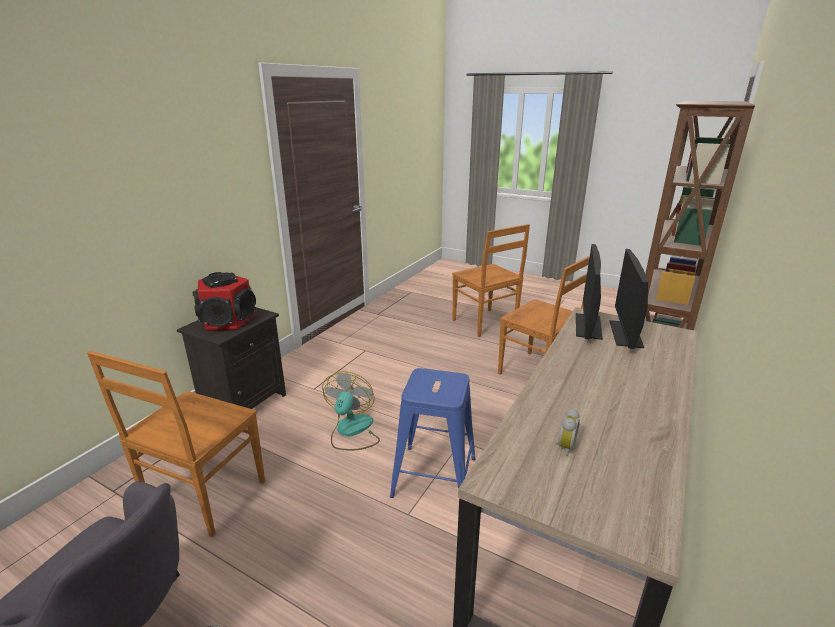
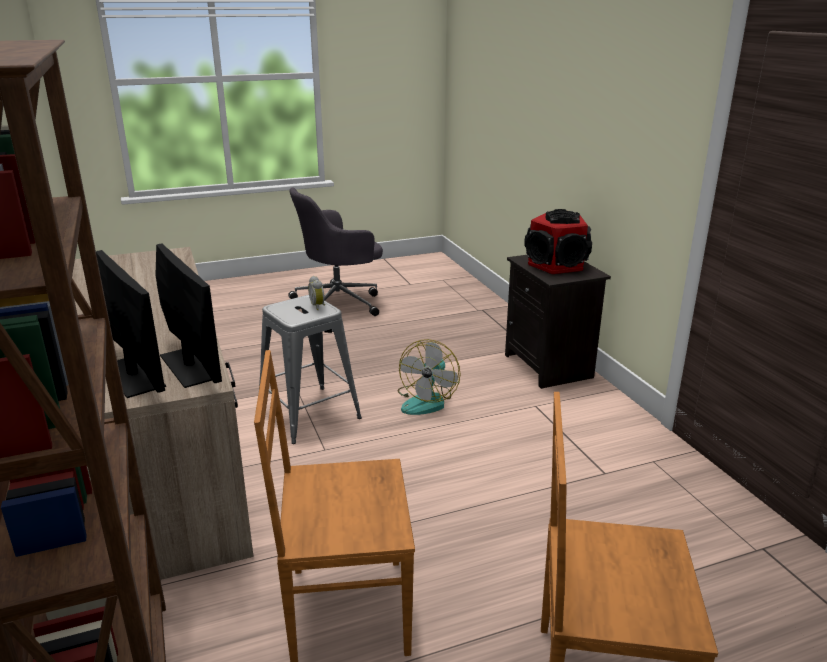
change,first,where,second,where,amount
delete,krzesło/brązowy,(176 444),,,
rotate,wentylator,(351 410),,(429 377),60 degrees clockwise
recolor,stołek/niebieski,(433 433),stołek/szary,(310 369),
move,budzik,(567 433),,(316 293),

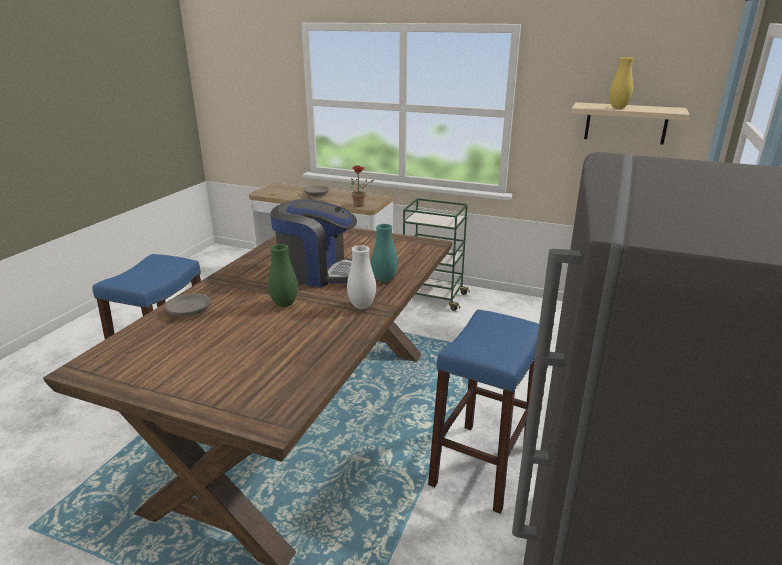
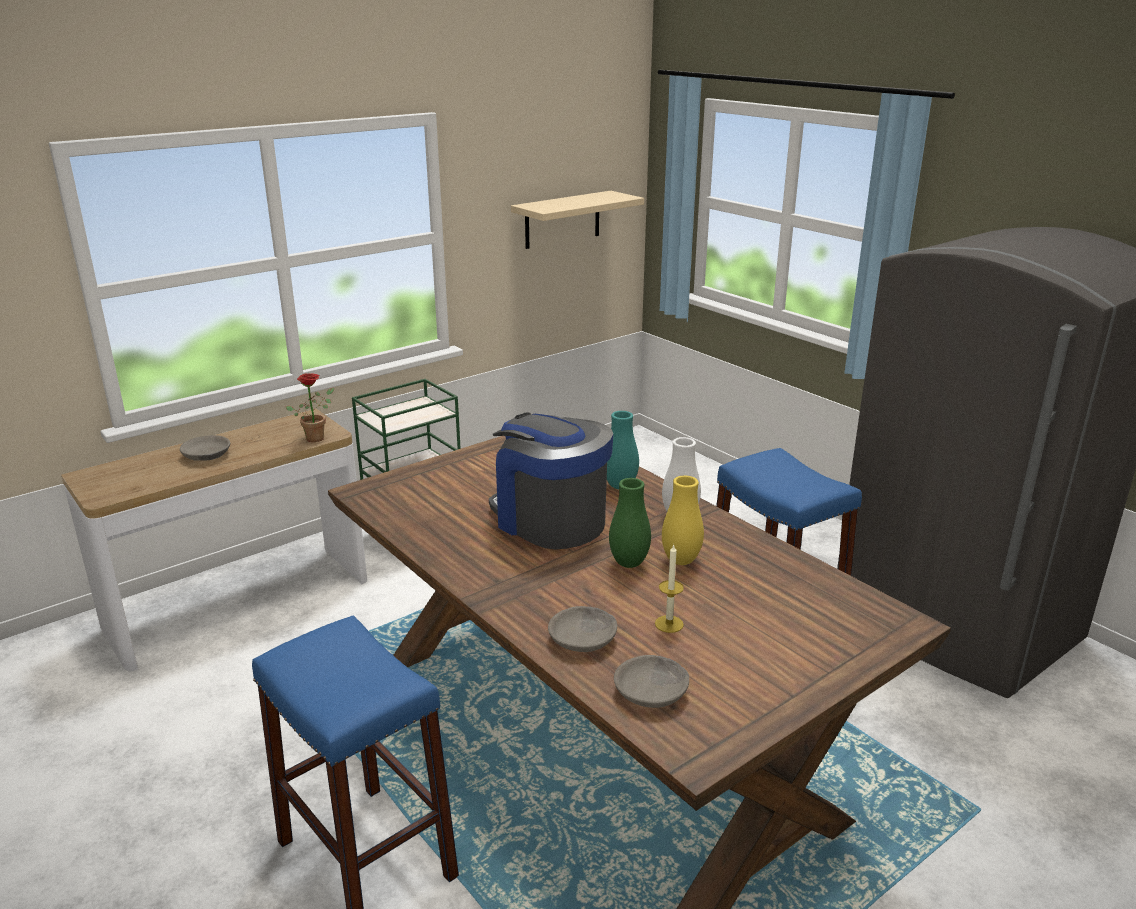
change,first,where,second,where,amount
rotate,ekspres do kawy,(313 243),,(551 481),90 degrees counterclockwise
move,wazon/żółty,(621 83),,(683 520),
insert,,,miska/szary,(651 681),
insert,,,świeca,(669 589),

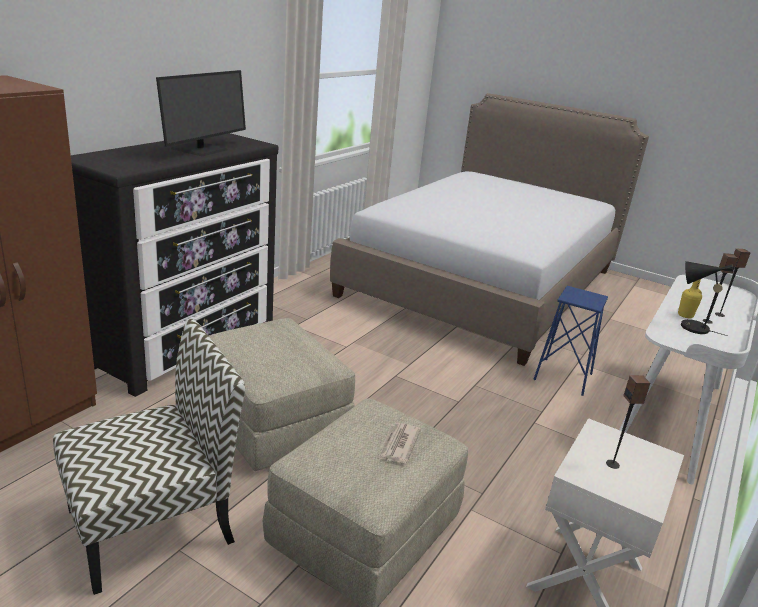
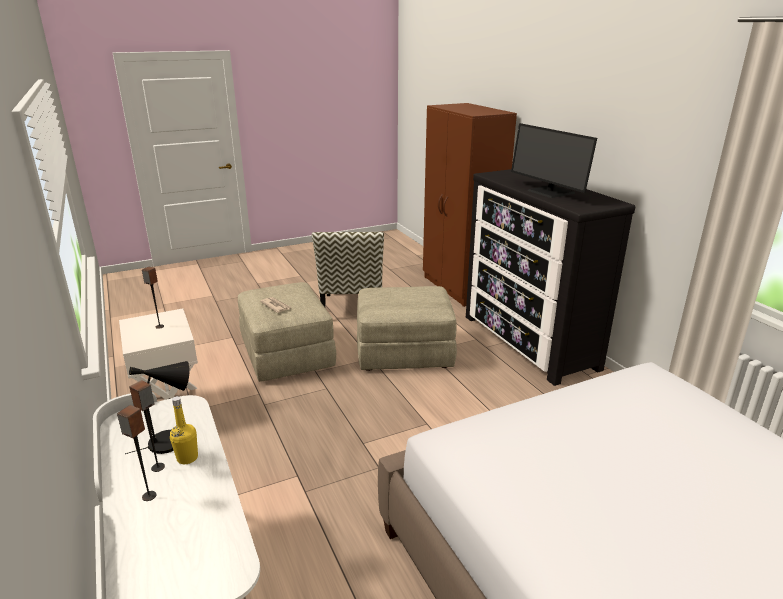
change,first,where,second,where,amount
delete,stołek/niebieski,(571 341),,,

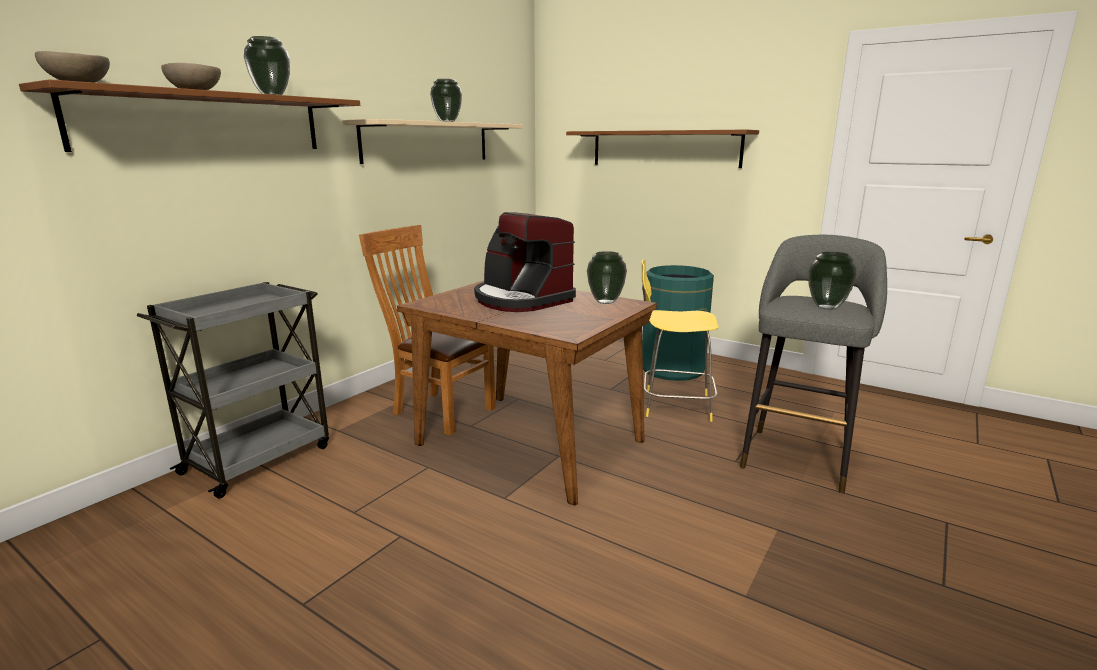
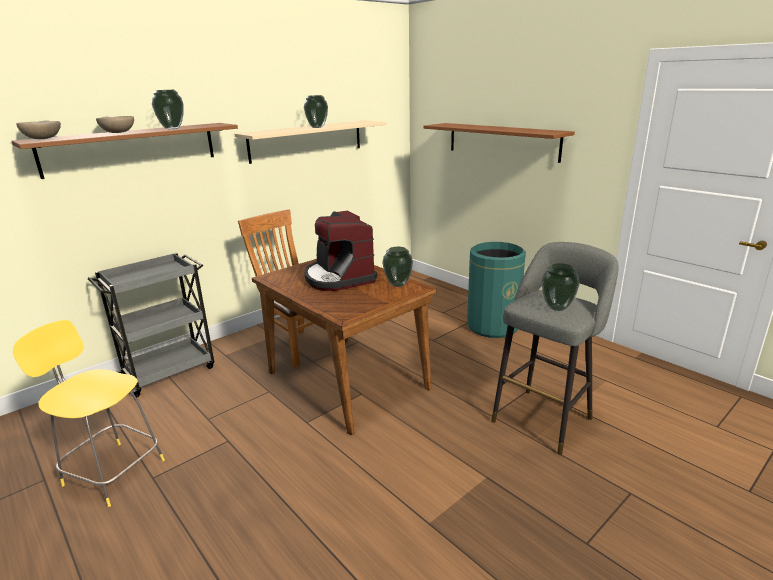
change,first,where,second,where,amount
move,stołek/żółty,(680 340),,(89 413),

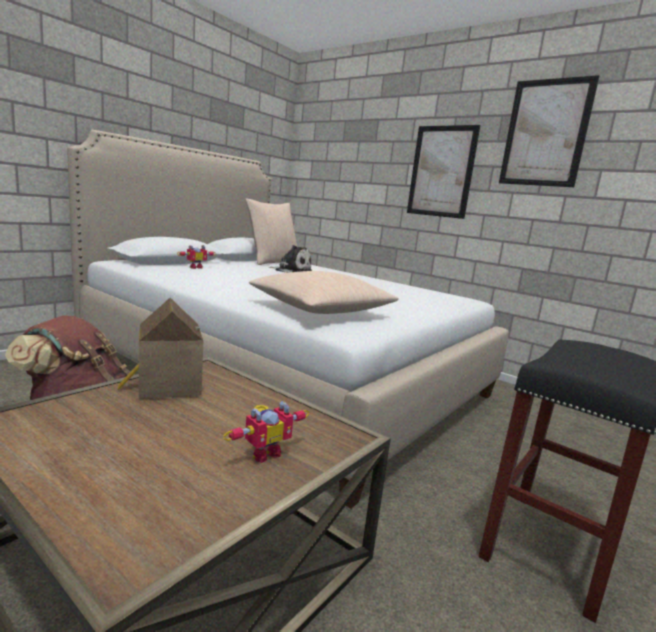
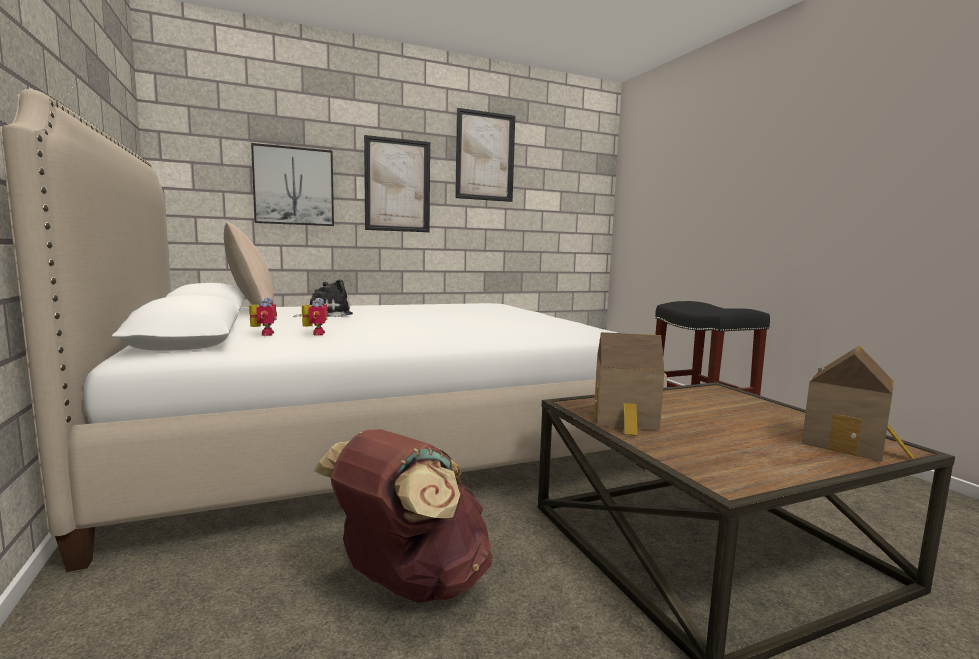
change,first,where,second,where,amount
move,robot zabawkowy,(266 432),,(315 317),
delete,poduszka/beżowy,(324 292),,,
insert,,,obraz,(292 184),
insert,,,domek,(857 403),

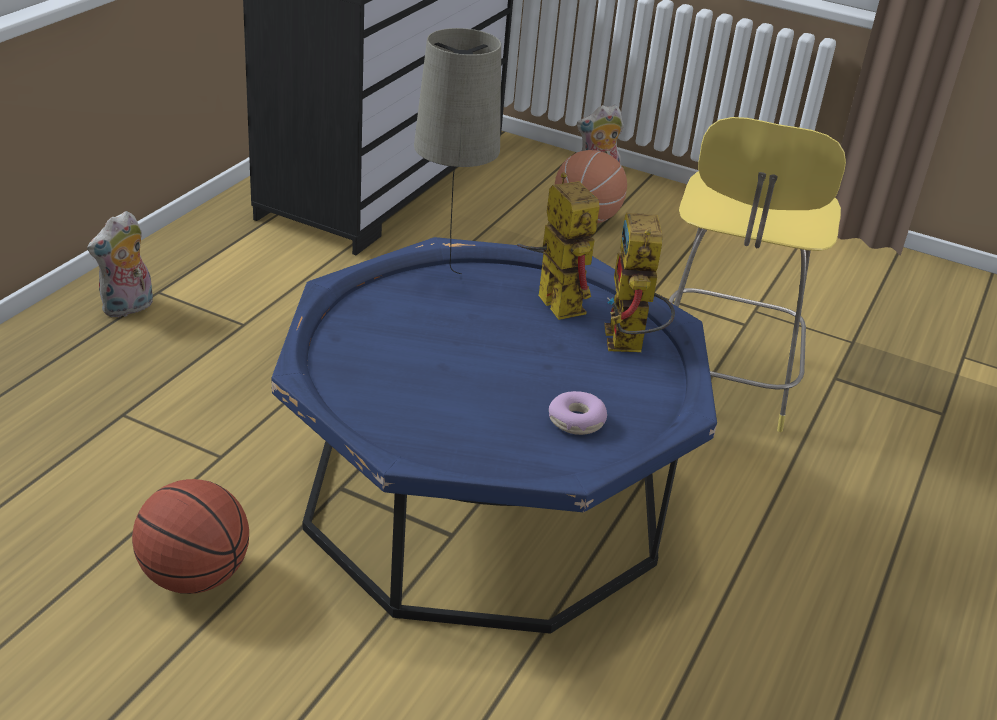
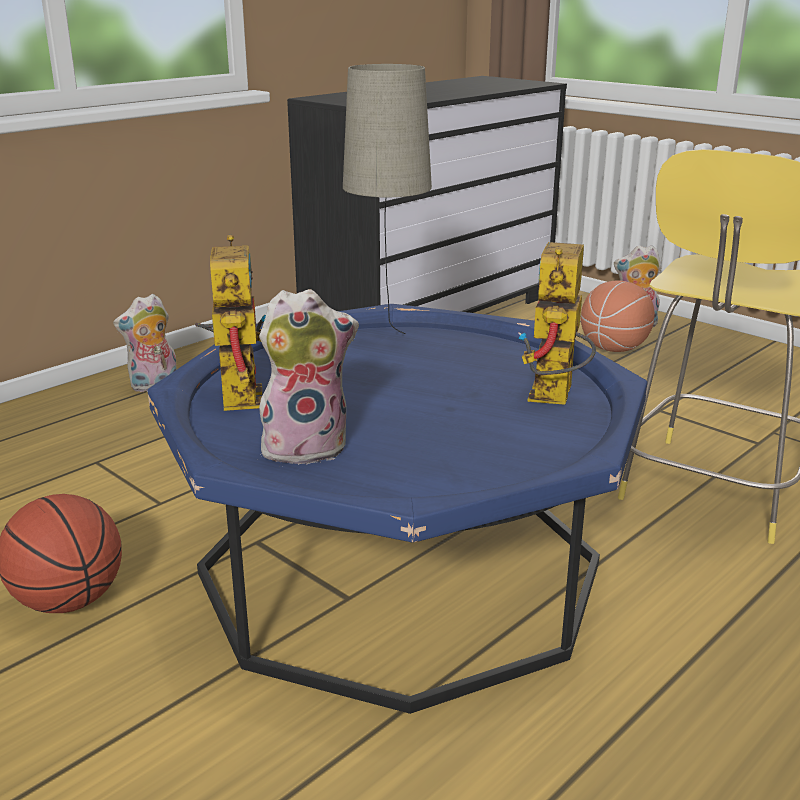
change,first,where,second,where,amount
move,robot zabawkowy,(558 246),,(230 323),
delete,donut,(578 413),,,
insert,,,pluszak,(309 377),

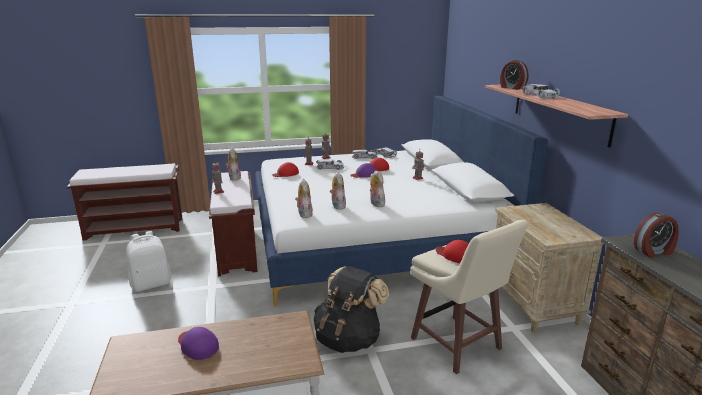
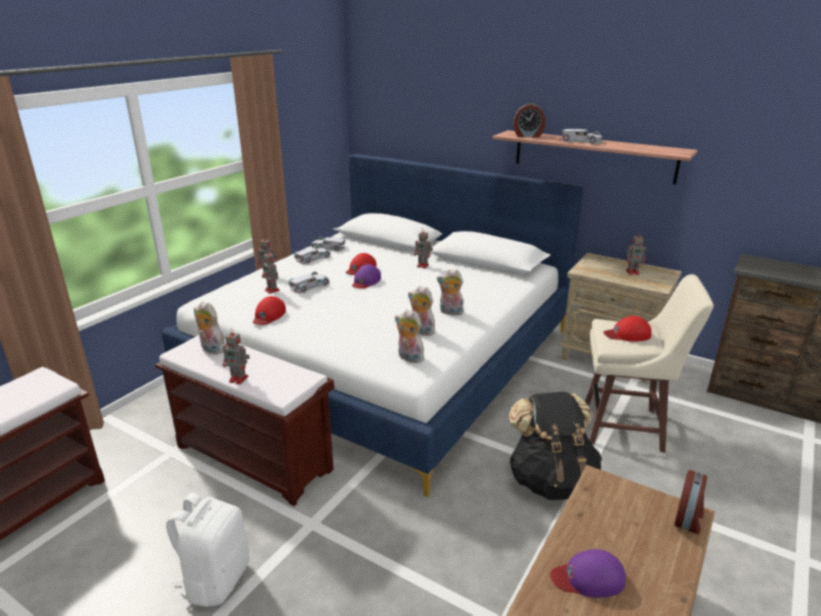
change,first,where,second,where,amount
move,budzik,(656 235),,(690 502),
insert,,,robot zabawkowy,(636 253),

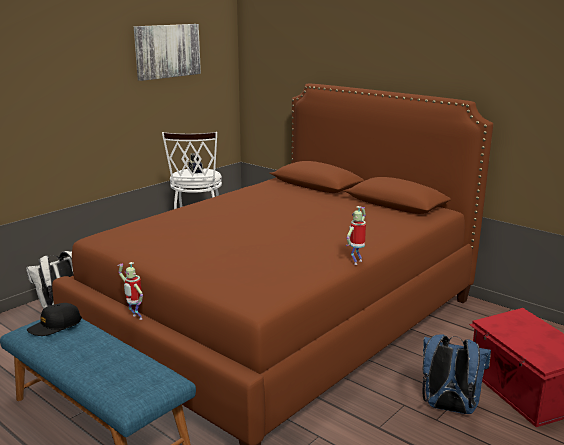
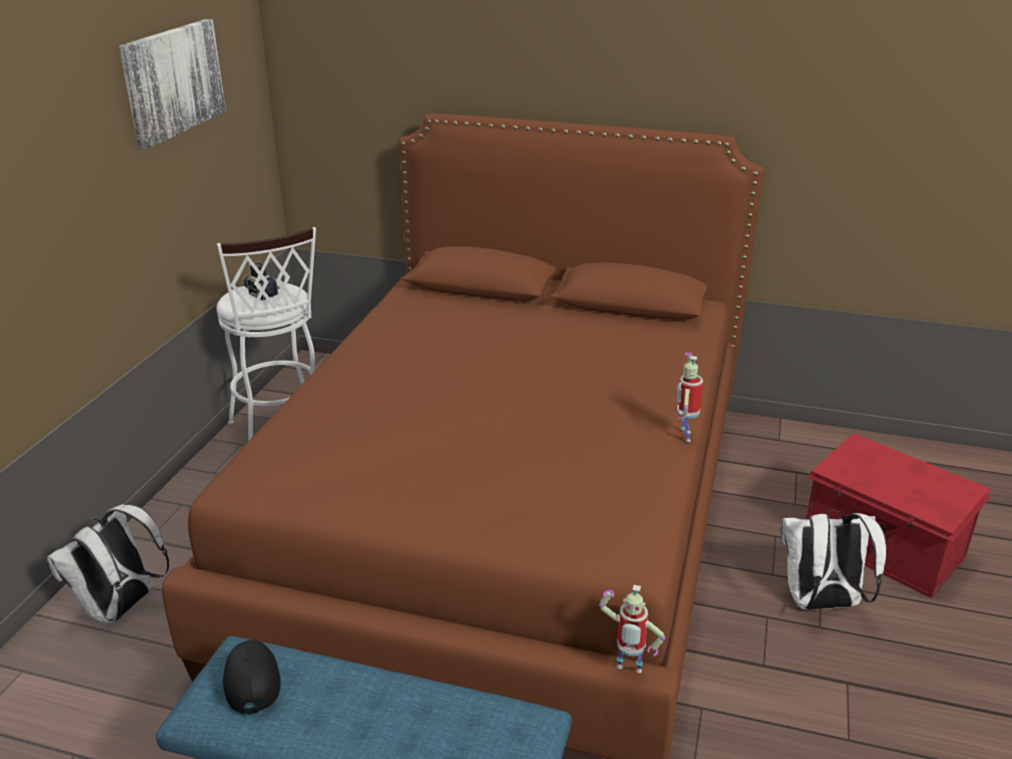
change,first,where,second,where,amount
rotate,czapka z daszkiem/czarny,(54 319),,(252 677),135 degrees clockwise
move,robot zabawkowy,(130 291),,(632 629),
recolor,plecak/niebieski,(456 374),plecak/biały,(834 560),

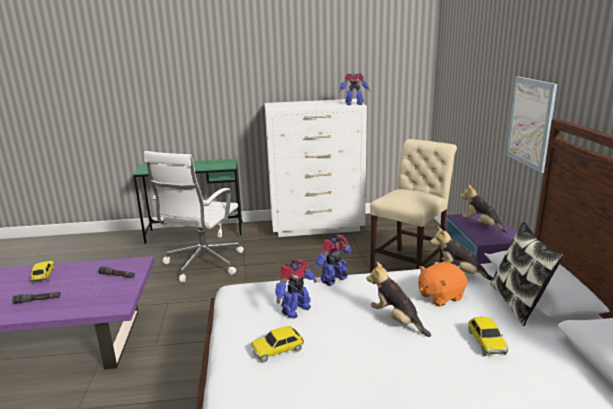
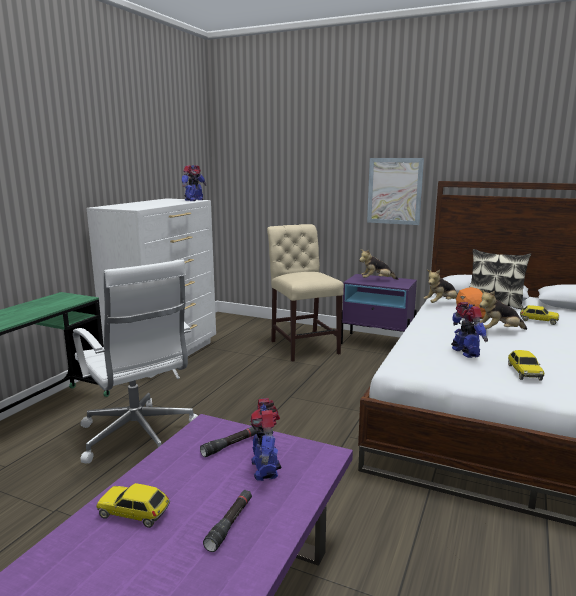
change,first,where,second,where,amount
move,robot zabawkowy,(332 260),,(265 439),

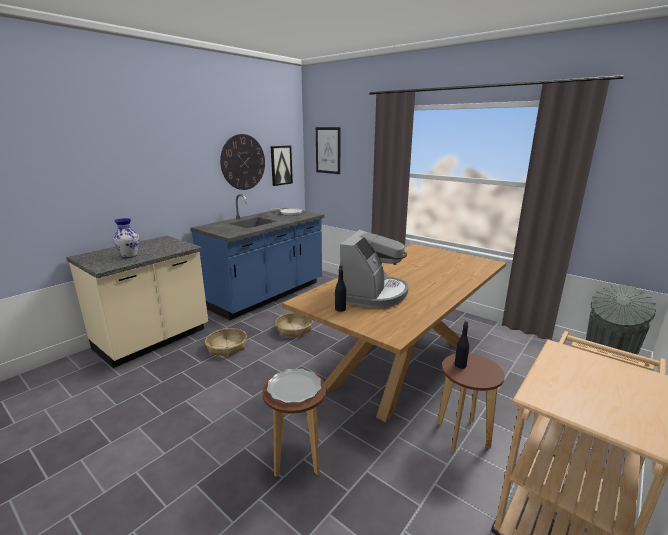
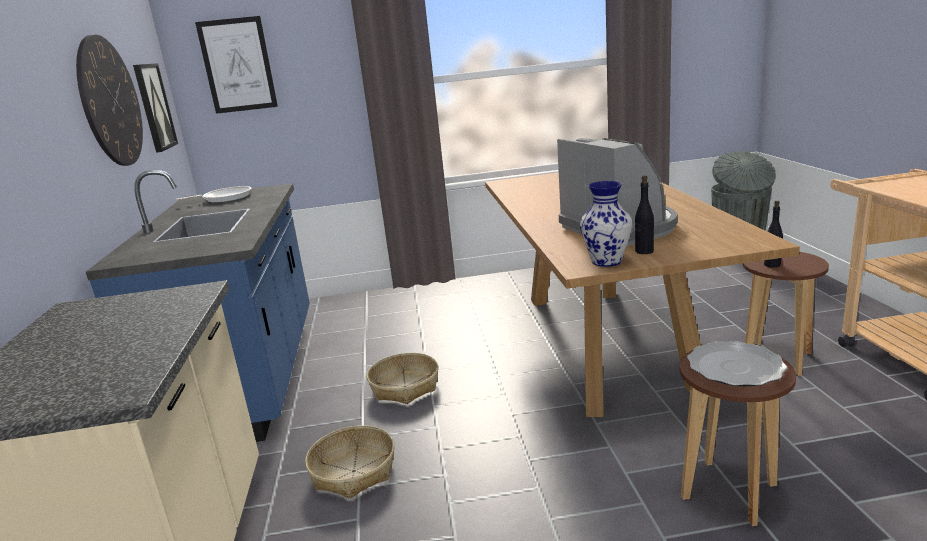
change,first,where,second,where,amount
move,wazon,(126 238),,(606 224),

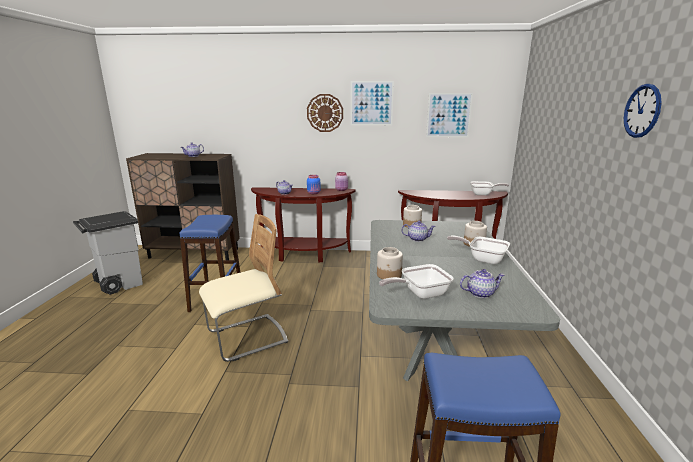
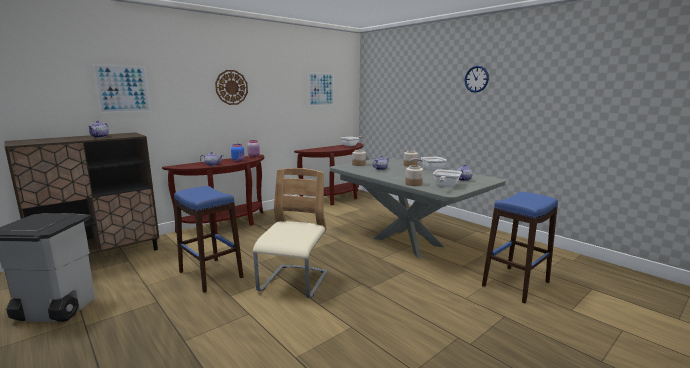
change,first,where,second,where,amount
move,obraz,(372 103),,(121 88),

